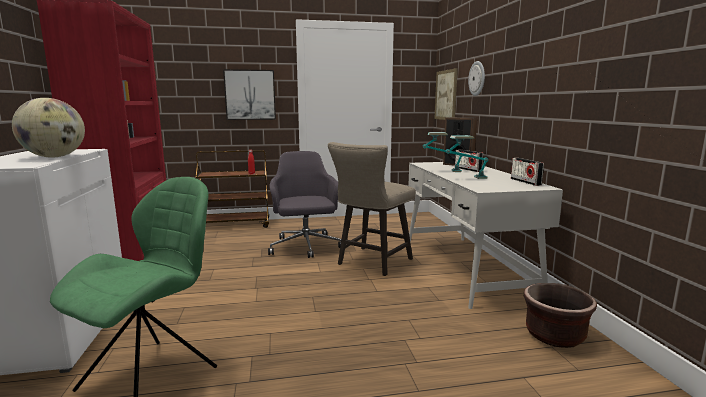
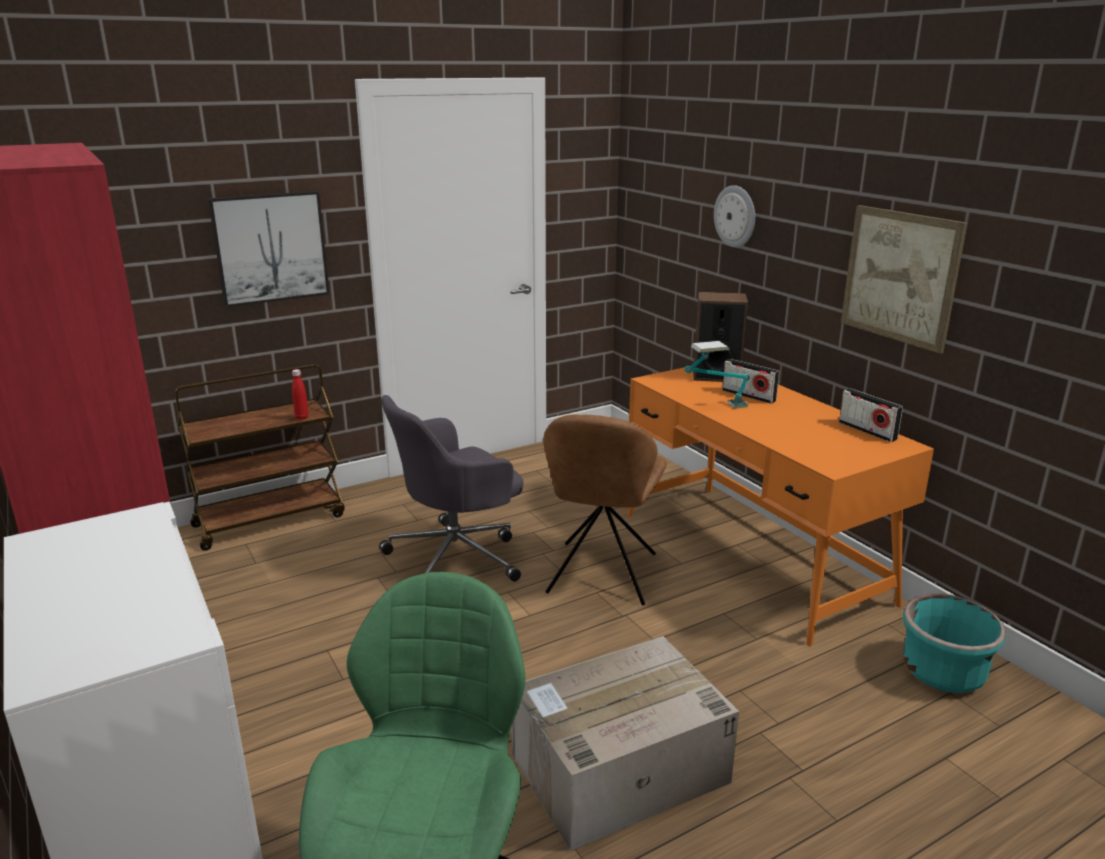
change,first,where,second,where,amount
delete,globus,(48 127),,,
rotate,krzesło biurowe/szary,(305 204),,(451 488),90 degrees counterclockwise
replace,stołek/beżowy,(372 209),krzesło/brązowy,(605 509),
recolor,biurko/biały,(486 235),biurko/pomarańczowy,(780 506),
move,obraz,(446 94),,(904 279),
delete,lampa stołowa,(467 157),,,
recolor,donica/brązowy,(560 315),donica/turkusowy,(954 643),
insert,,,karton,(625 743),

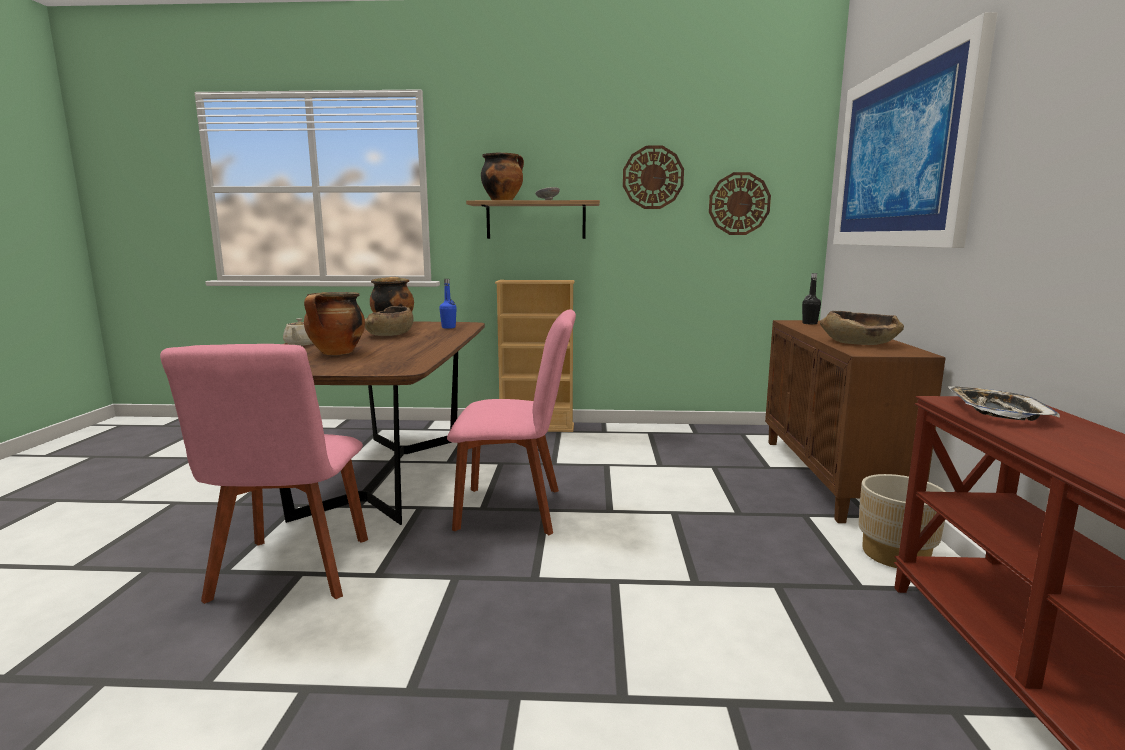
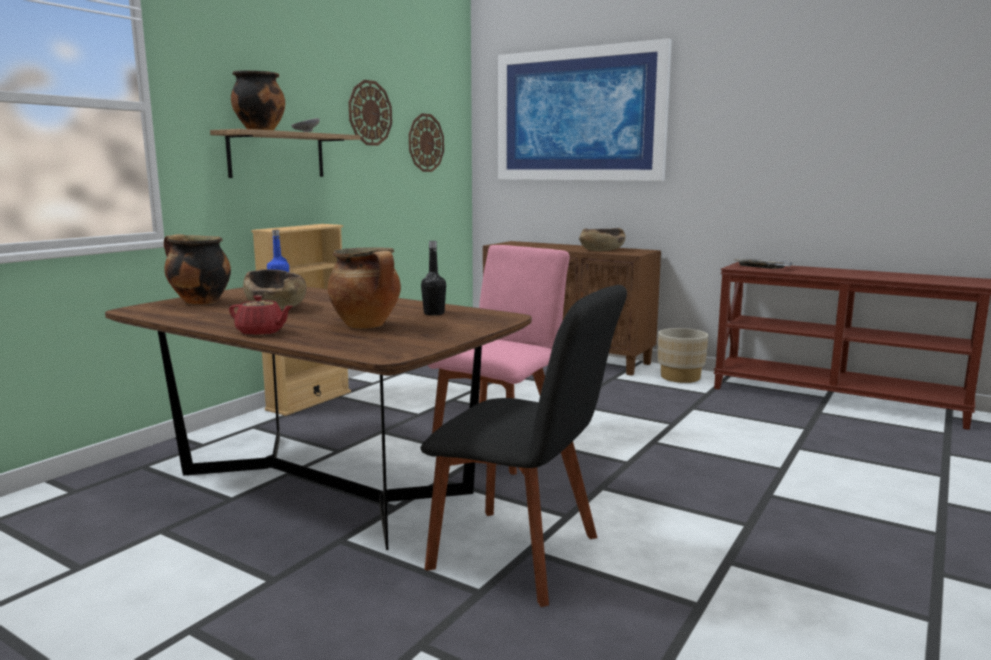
change,first,where,second,where,amount
recolor,krzesło/różowy,(264 474),krzesło/czarny,(524 446),
recolor,imbryk/beżowy,(298 332),imbryk/czerwony,(261 315),
move,butelka/czarny,(811 299),,(433 278),

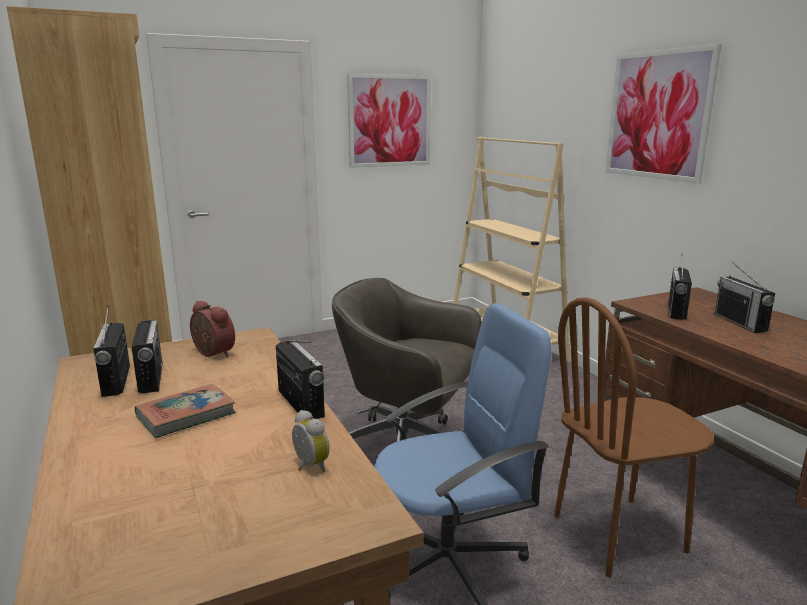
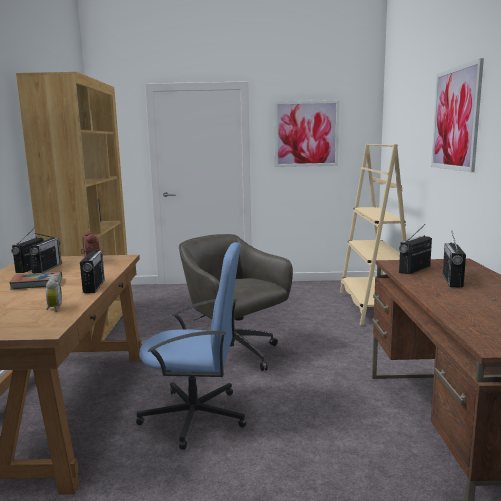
change,first,where,second,where,amount
delete,krzesło/brązowy,(634 437),,,

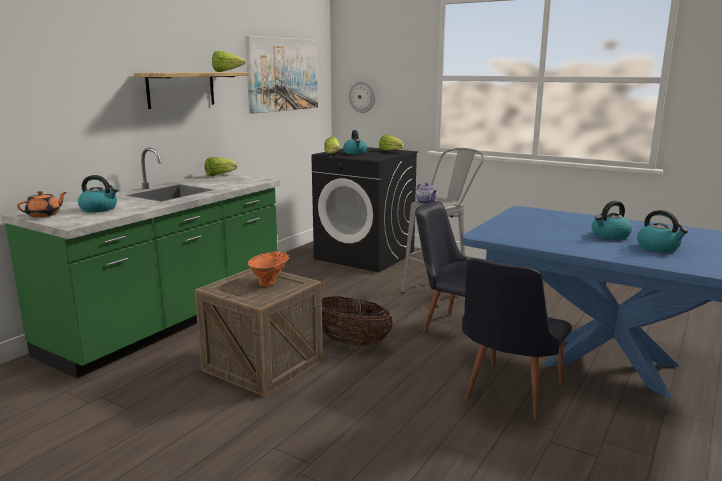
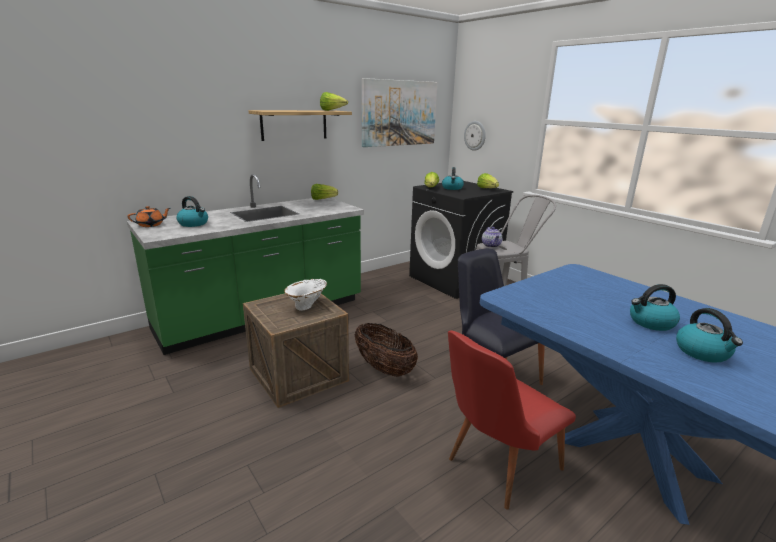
change,first,where,second,where,amount
recolor,wazon/pomarańczowy,(269 269),wazon/biały,(305 295),
recolor,krzesło/czarny,(517 339),krzesło/czerwony,(512 419),

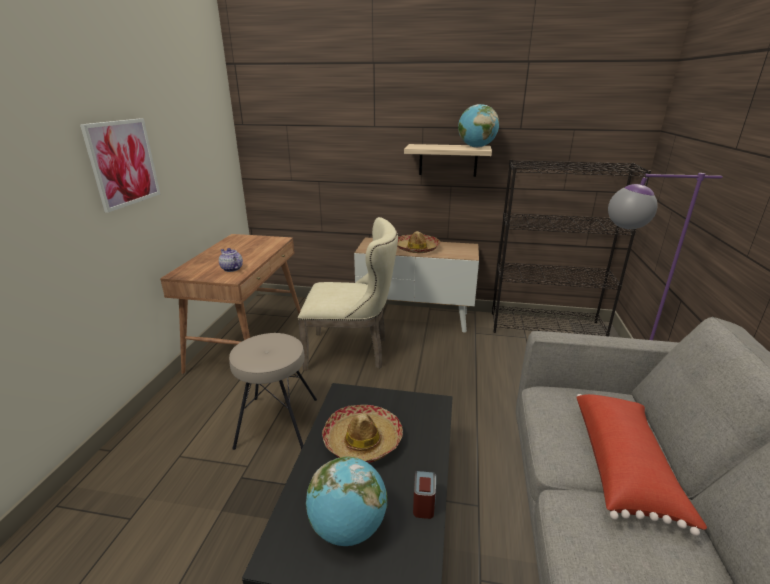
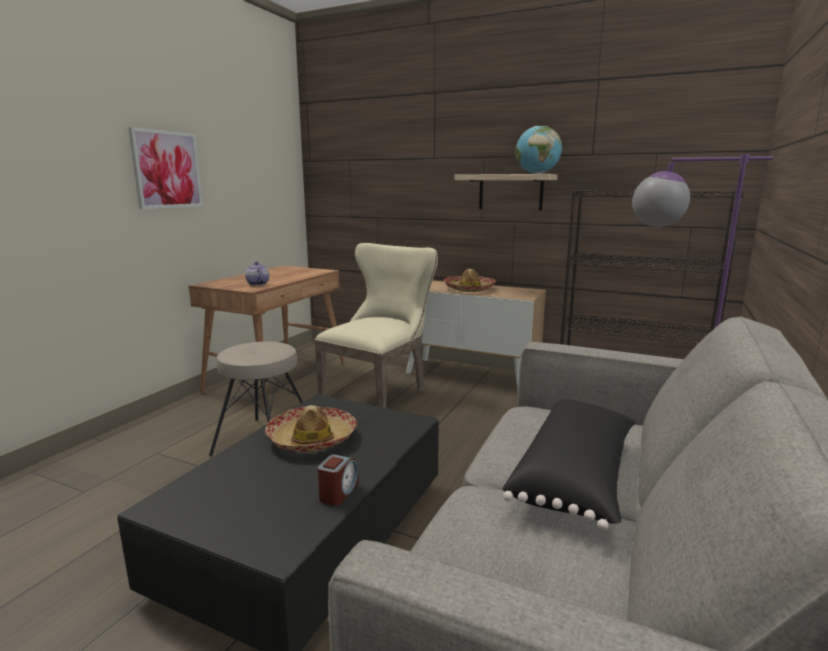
change,first,where,second,where,amount
rotate,krzesło/beżowy,(348 294),,(376 325),75 degrees counterclockwise
delete,globus,(346 501),,,
recolor,poduszka/czerwony,(641 465),poduszka/czarny,(569 465),

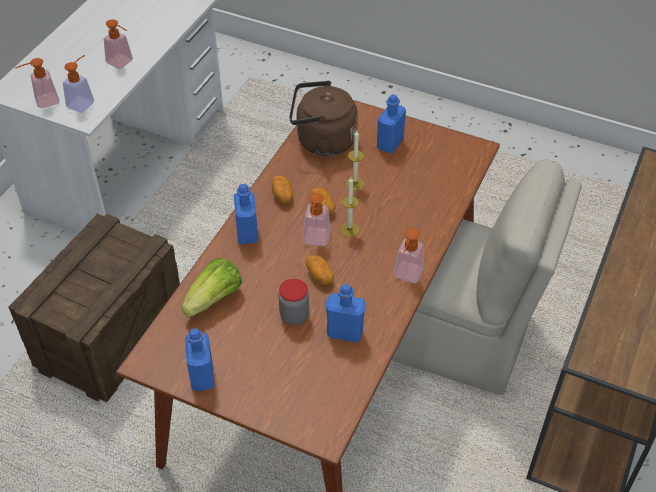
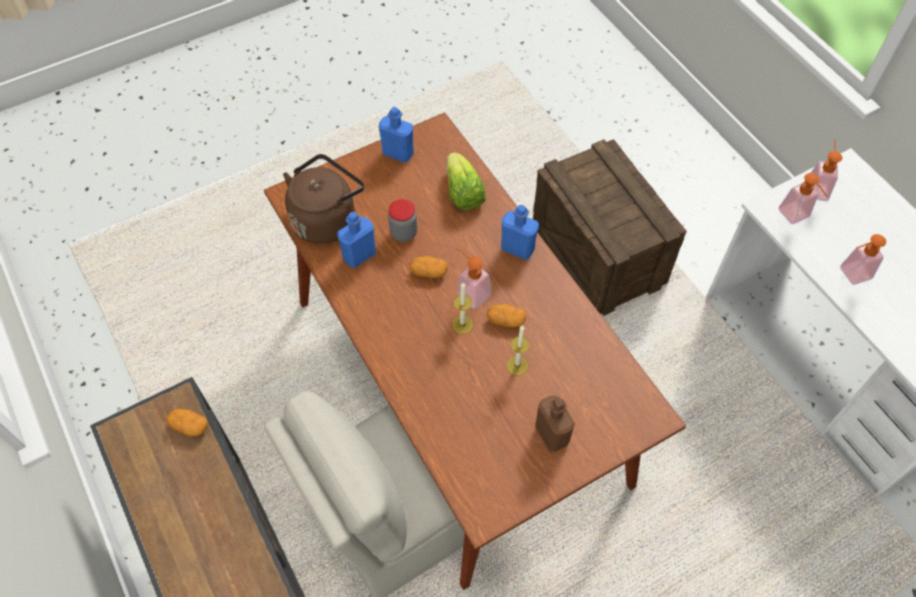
change,first,where,second,where,amount
move,ziemniak,(282 189),,(187 422),
move,czajnik/brązowy,(323 118),,(323 199),
recolor,butelka/niebieski,(391 123),butelka/brązowy,(555 424),
delete,dozownik mydła,(408 255),,,

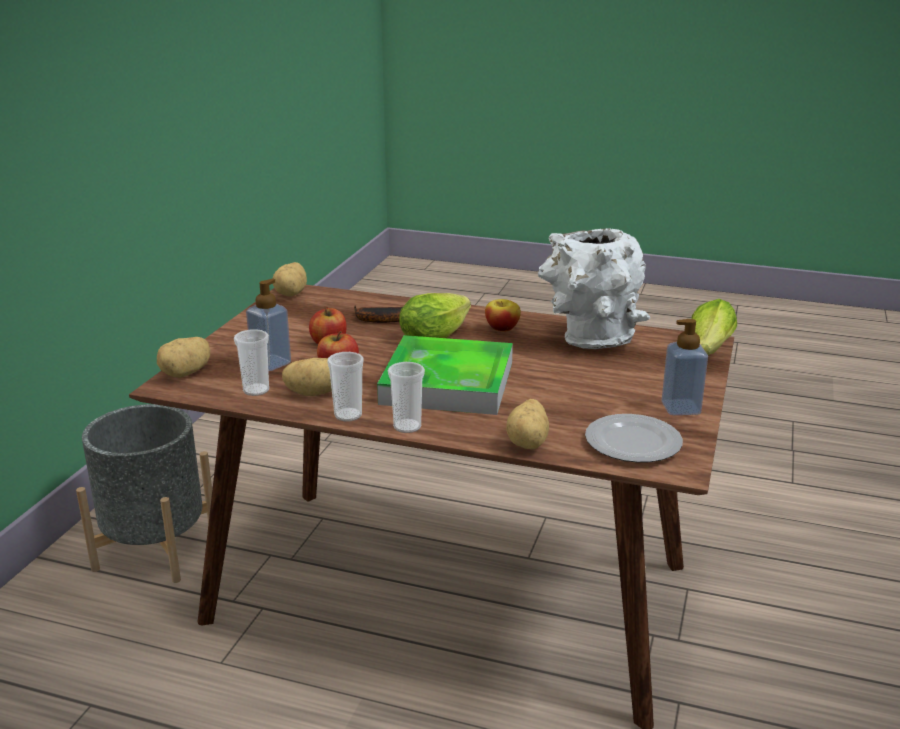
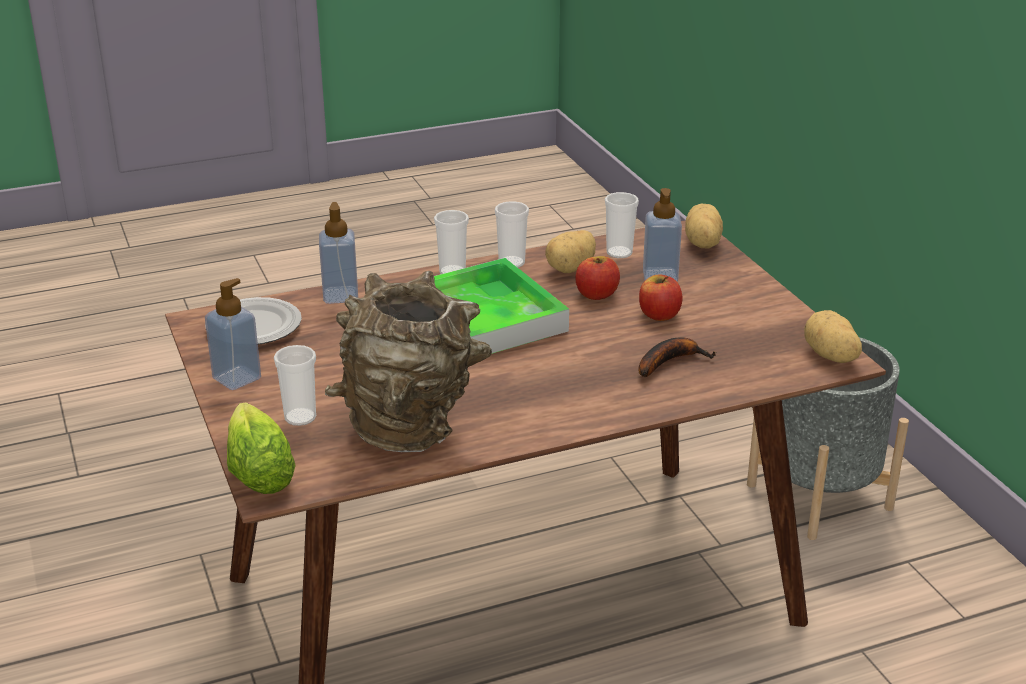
change,first,where,second,where,amount
delete,sałata,(435 315),,,
delete,jabłko,(503 315),,,
replace,ziemniak,(527 424),dozownik mydła,(338 253),
recolor,wazon/biały,(594 288),wazon/brązowy,(408 361),
insert,,,filiżanka,(295 385),

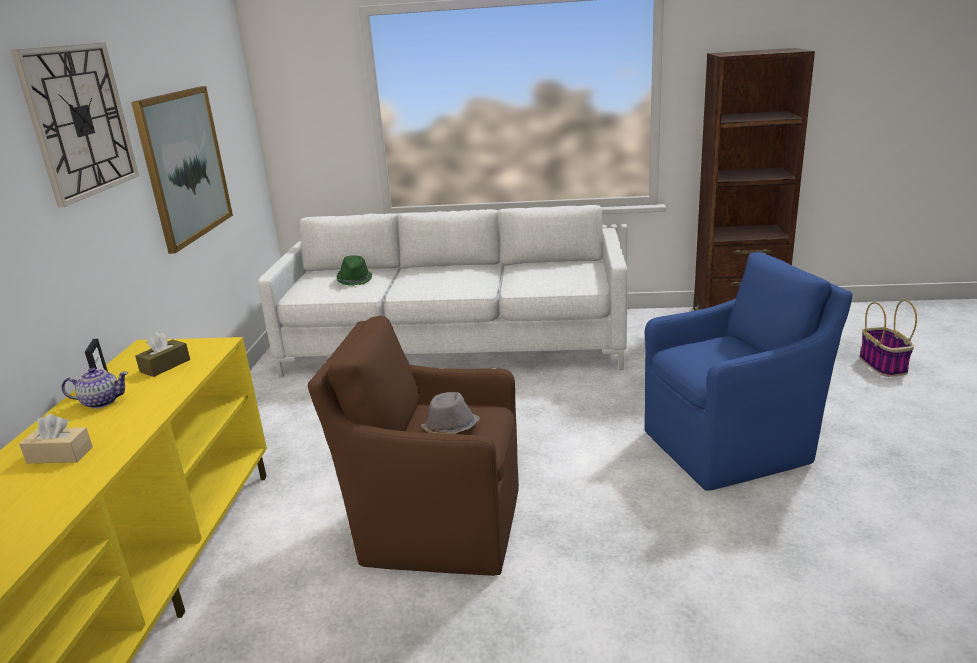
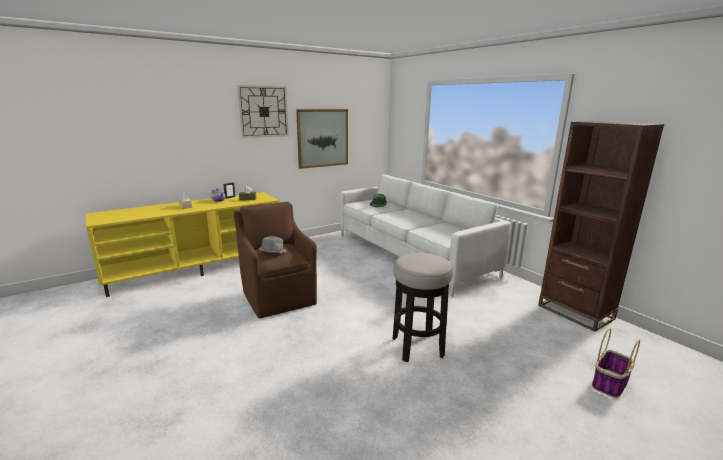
change,first,where,second,where,amount
replace,fotel/niebieski,(748 371),stołek,(423 307),

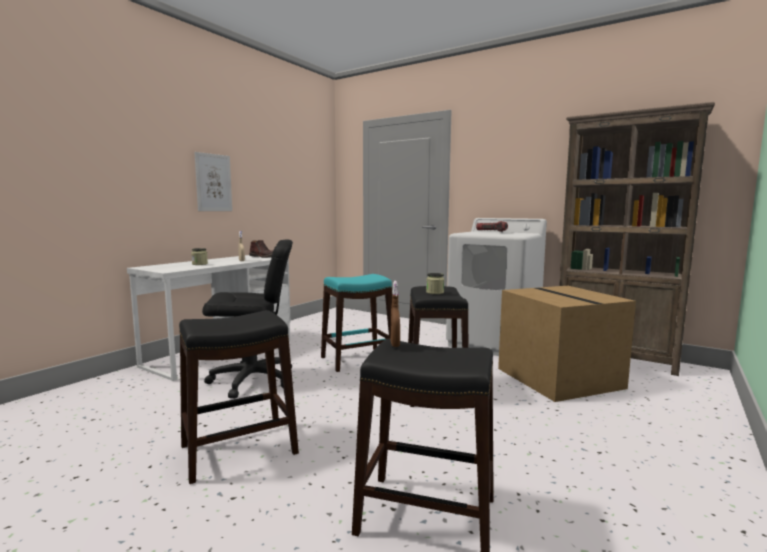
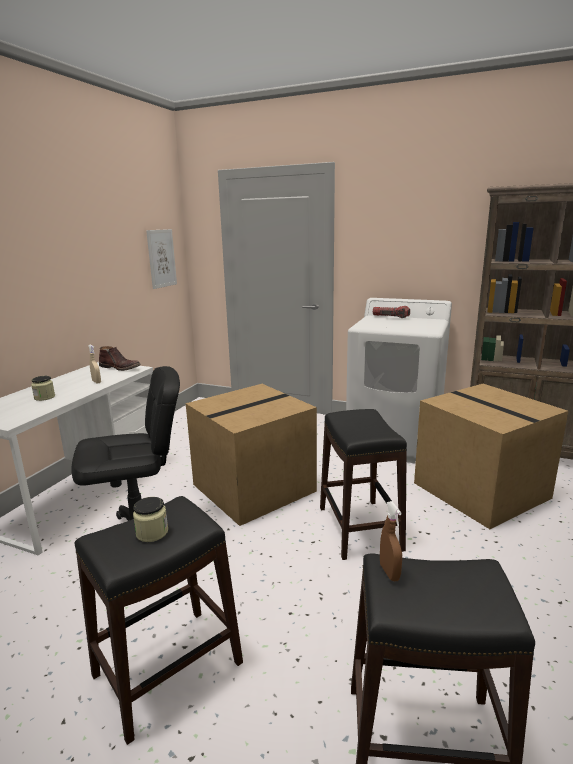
change,first,where,second,where,amount
move,obraz,(213 181),,(161 259),
replace,stołek/turkusowy,(356 323),karton,(251 455),
move,słoik,(435 283),,(150 519),

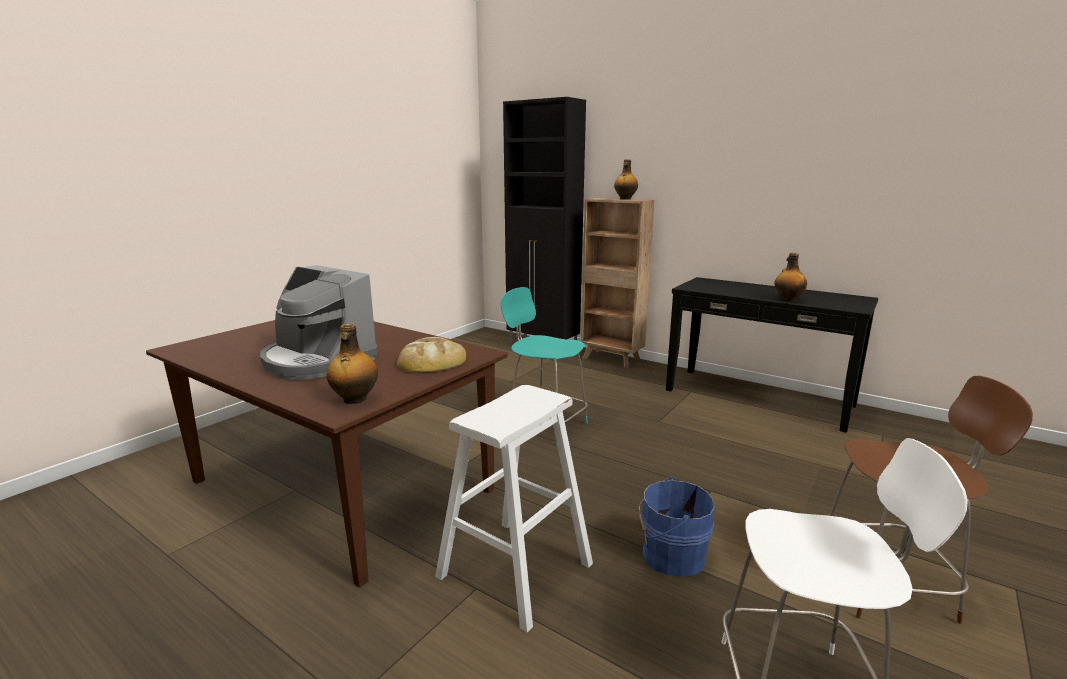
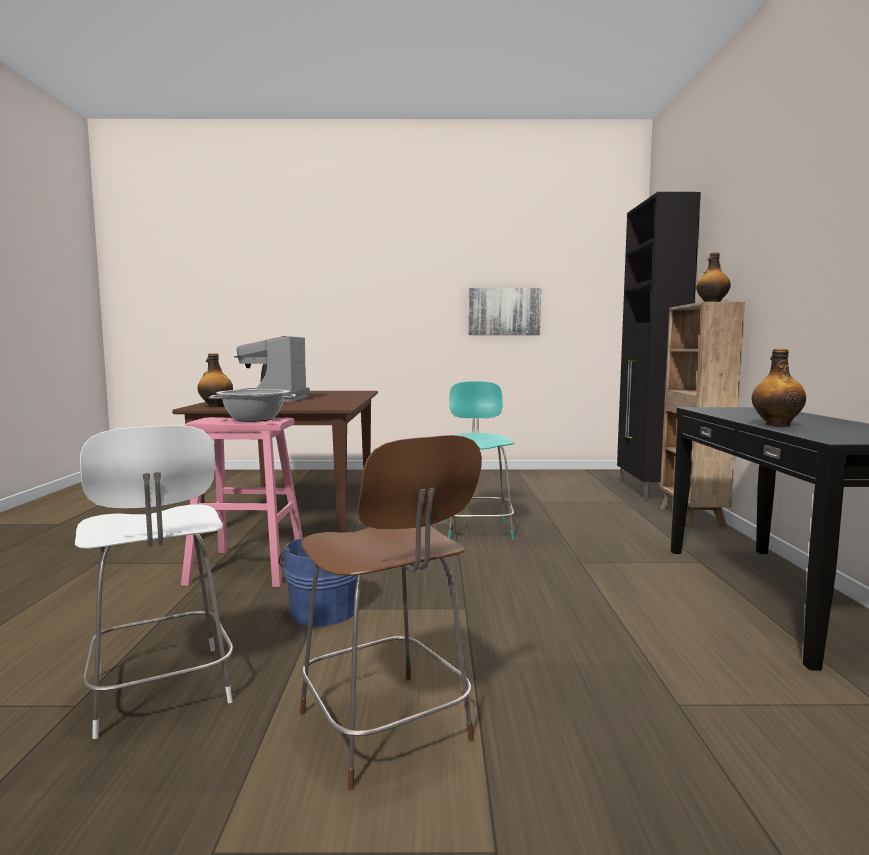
change,first,where,second,where,amount
delete,chleb,(431 355),,,
recolor,stołek/biały,(514 509),stołek/różowy,(242 502),
insert,,,garnek,(252 405),
insert,,,obraz,(504 311),

